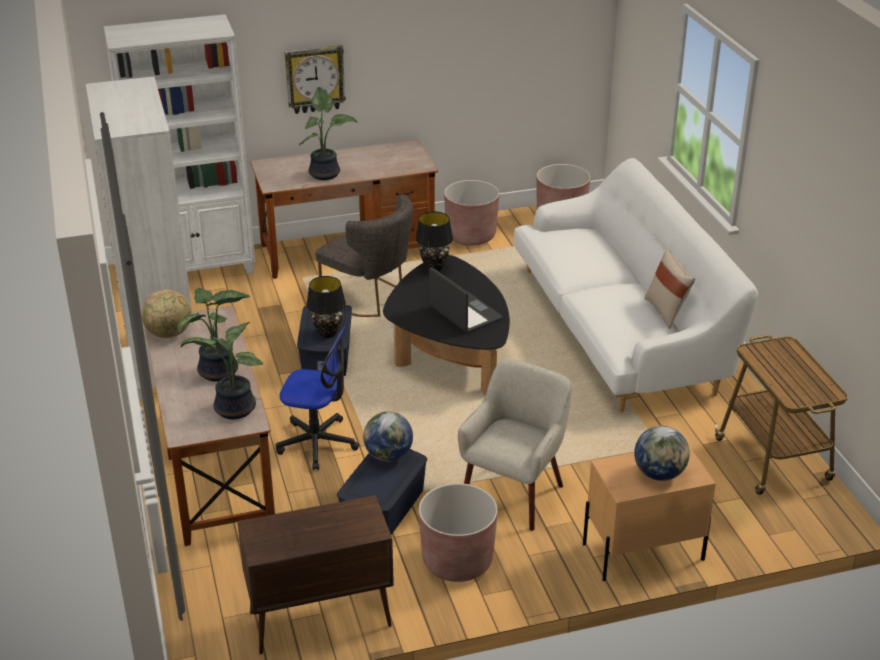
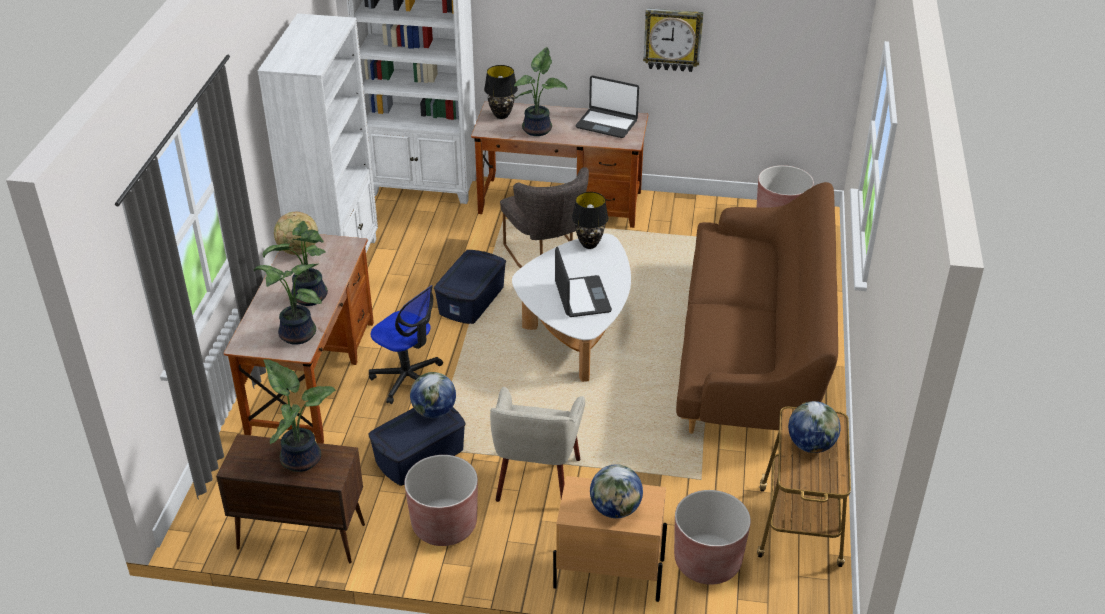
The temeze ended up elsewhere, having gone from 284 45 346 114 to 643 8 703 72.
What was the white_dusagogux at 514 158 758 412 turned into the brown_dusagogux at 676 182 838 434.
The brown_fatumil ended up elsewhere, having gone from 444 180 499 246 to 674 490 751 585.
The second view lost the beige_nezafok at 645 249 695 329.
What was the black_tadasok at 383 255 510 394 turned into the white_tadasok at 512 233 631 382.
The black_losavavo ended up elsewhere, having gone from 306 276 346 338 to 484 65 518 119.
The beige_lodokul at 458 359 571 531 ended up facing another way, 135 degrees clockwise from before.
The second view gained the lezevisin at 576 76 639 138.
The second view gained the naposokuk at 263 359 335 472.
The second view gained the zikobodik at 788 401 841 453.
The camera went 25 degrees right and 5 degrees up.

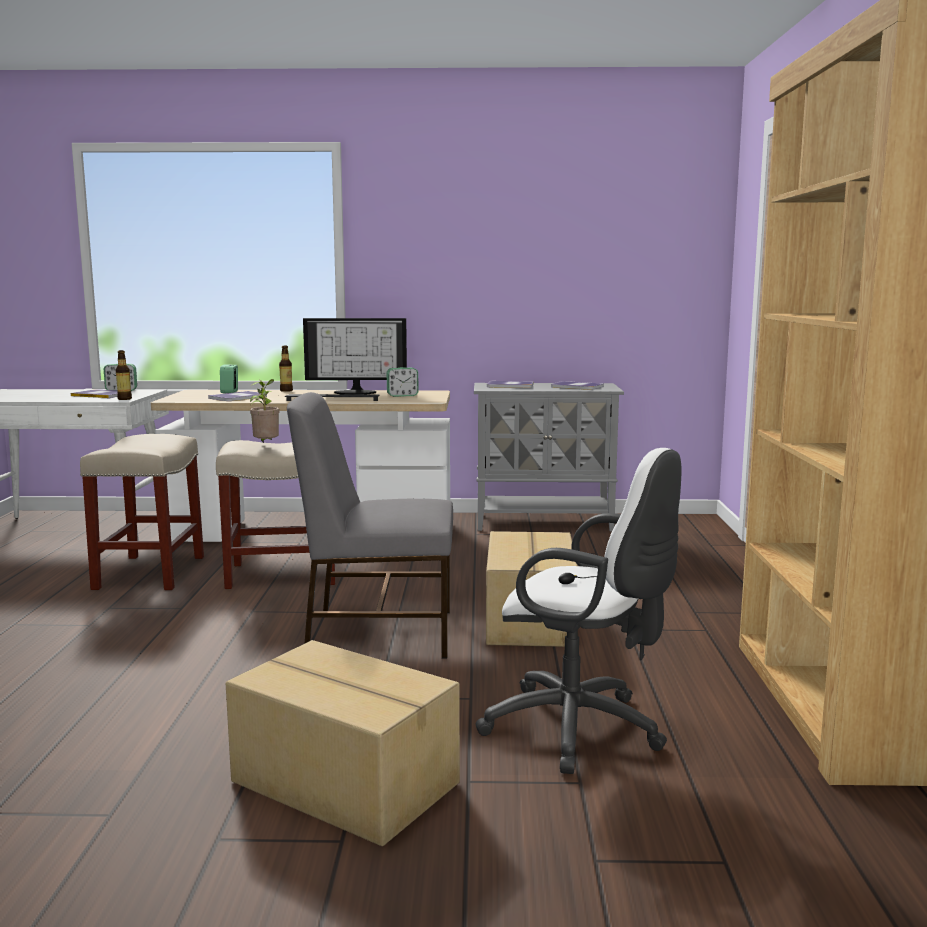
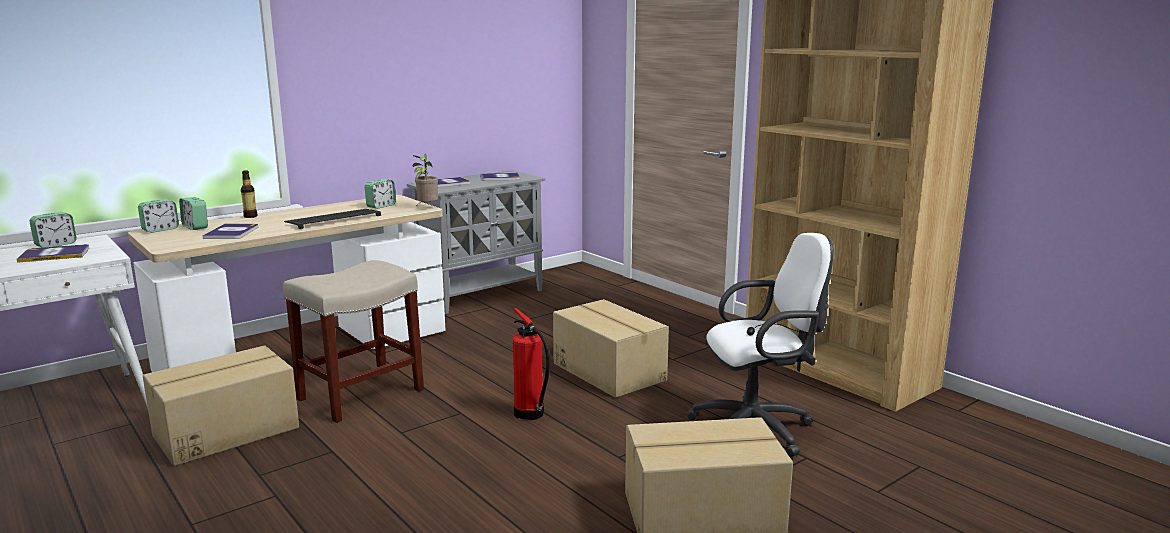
The second view lost the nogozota at 303 318 407 395.
The second view lost the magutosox at 116 350 132 400.
The naposokuk ended up elsewhere, having gone from 249 379 280 443 to 413 154 438 207.
Where the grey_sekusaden stood at 287 392 453 659, the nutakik came to stand at 513 308 550 420.
Where the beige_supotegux stood at 80 434 204 590, the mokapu came to stand at 143 346 299 466.
The second view gained the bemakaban at 138 199 179 233.
The camera went 40 degrees left and 5 degrees up.

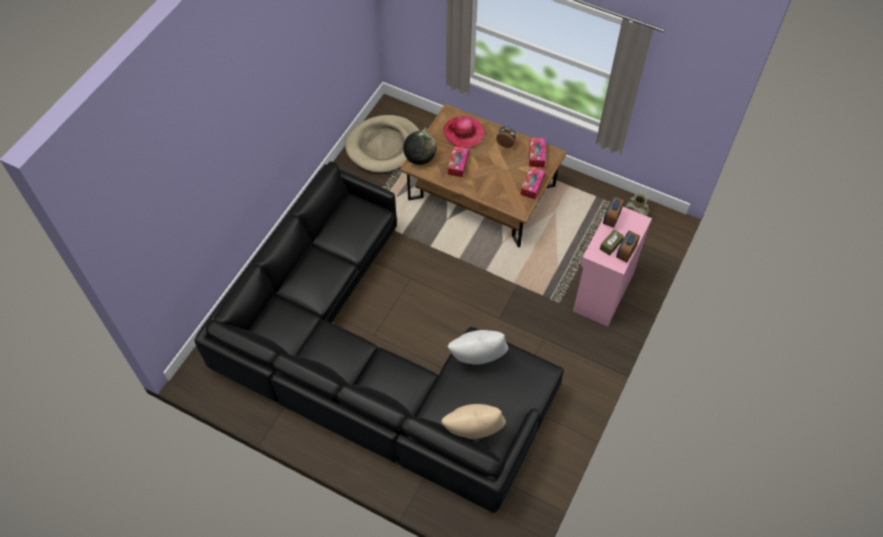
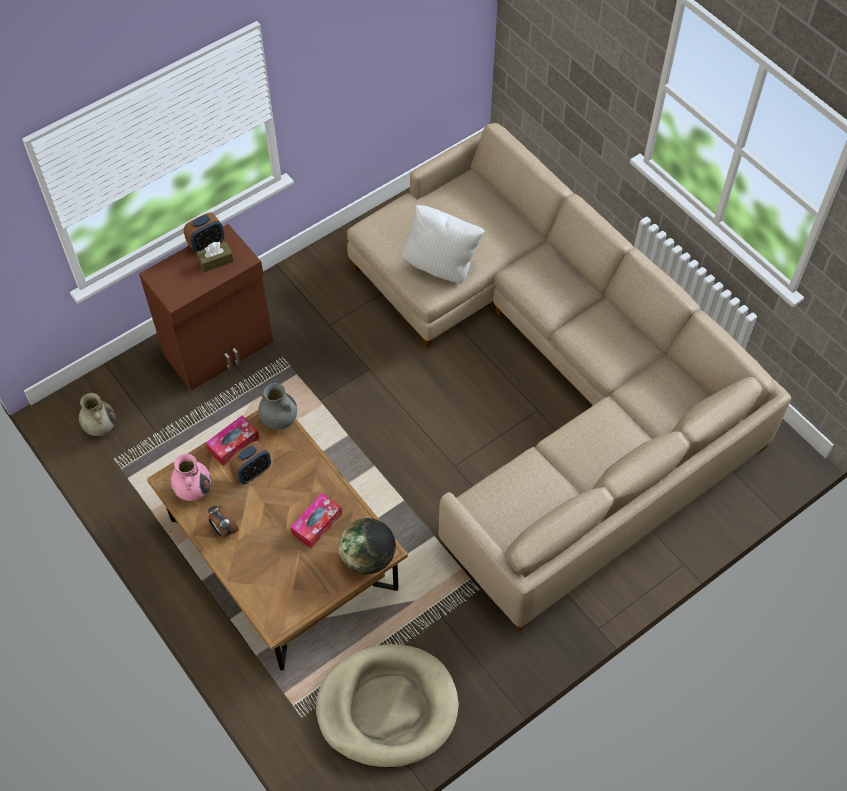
The second view lost the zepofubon at 443 115 484 148.
Where the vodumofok stood at 529 138 545 167, the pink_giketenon came to stand at 171 454 211 501.
What was the black_dusagogux at 194 161 564 514 turned into the beige_dusagogux at 347 123 791 631.
The bemakaban ended up elsewhere, having gone from 603 196 624 228 to 229 441 271 484.
What was the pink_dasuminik at 573 207 652 327 turned into the brown_dasuminik at 139 224 273 391.
The second view lost the beige_nezafok at 441 404 506 439.
The second view gained the grey_giketenon at 258 383 297 430.
The camera went 155 degrees left and 0 degrees up.

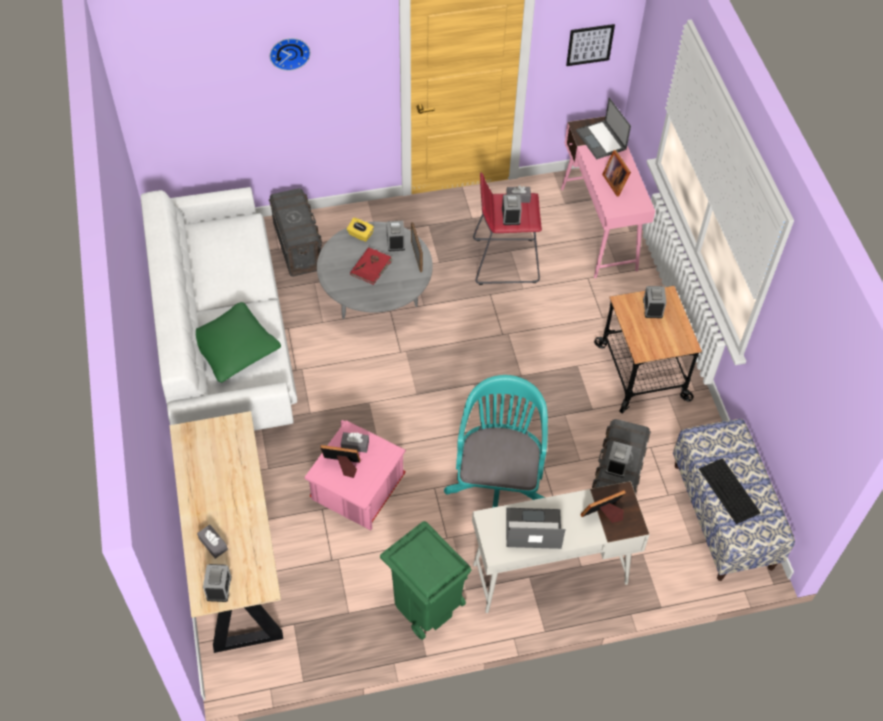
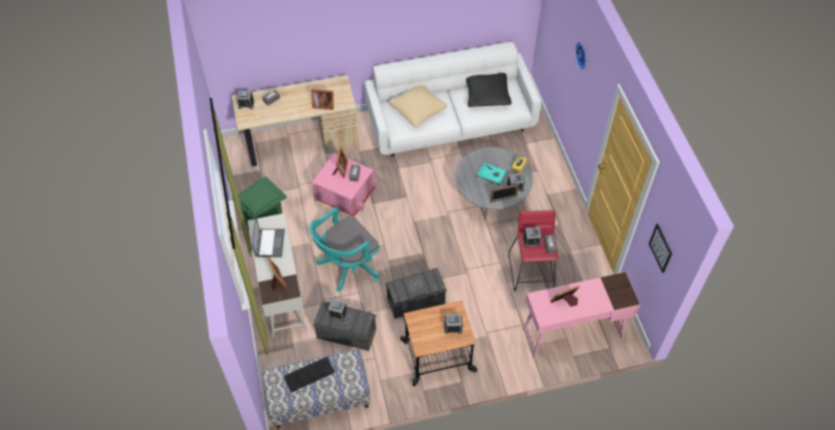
The second view lost the lezevisin at 576 98 631 159.
The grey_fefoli ended up elsewhere, having gone from 269 188 322 277 to 385 268 447 319.
What was the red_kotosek at 350 247 393 285 turned into the turquoise_kotosek at 477 163 506 186.
What was the green_nezafok at 196 302 281 383 turned into the beige_nezafok at 389 85 447 127.
The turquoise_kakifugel at 444 375 548 507 ended up facing another way, 135 degrees clockwise from before.
The second view gained the black_nezafok at 466 73 512 107.
The second view gained the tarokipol at 311 89 334 110.
The camera went 90 degrees right and 0 degrees up.

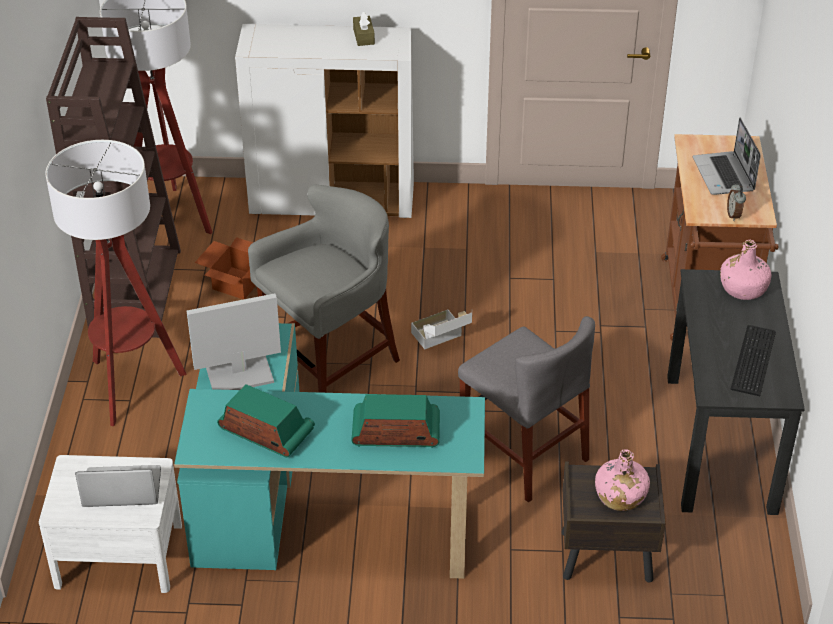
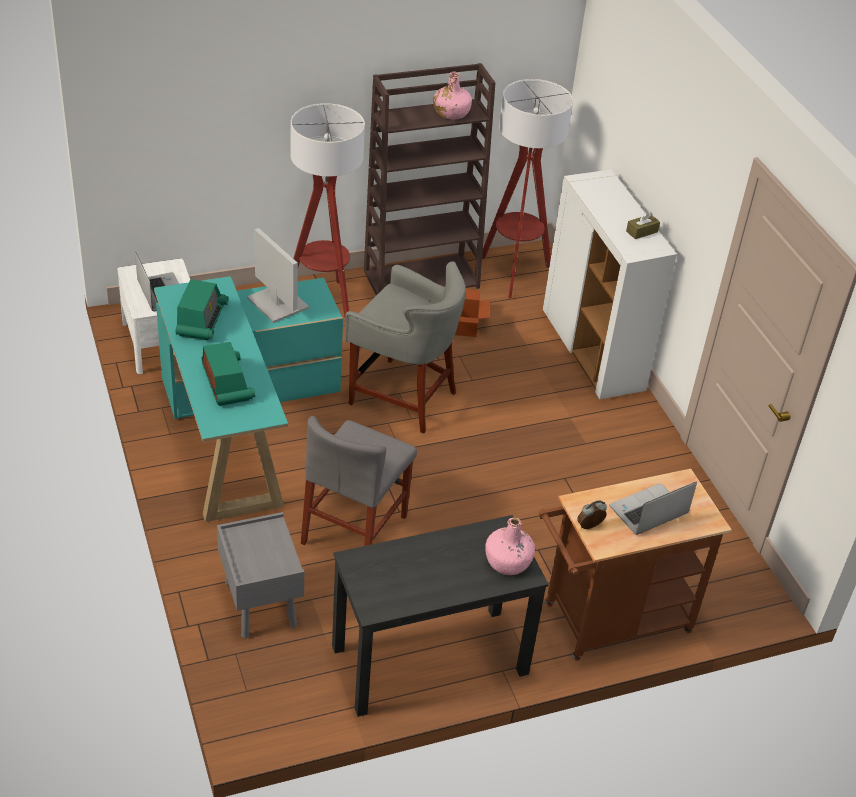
The second view lost the mokapu at 411 309 472 349.
The second view lost the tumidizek at 731 325 776 396.
The pink_magutosox ended up elsewhere, having gone from 595 449 650 511 to 433 72 472 120.
What was the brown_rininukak at 562 462 665 583 turned into the grey_rininukak at 217 512 304 639.
The camera went 65 degrees right and 0 degrees up.

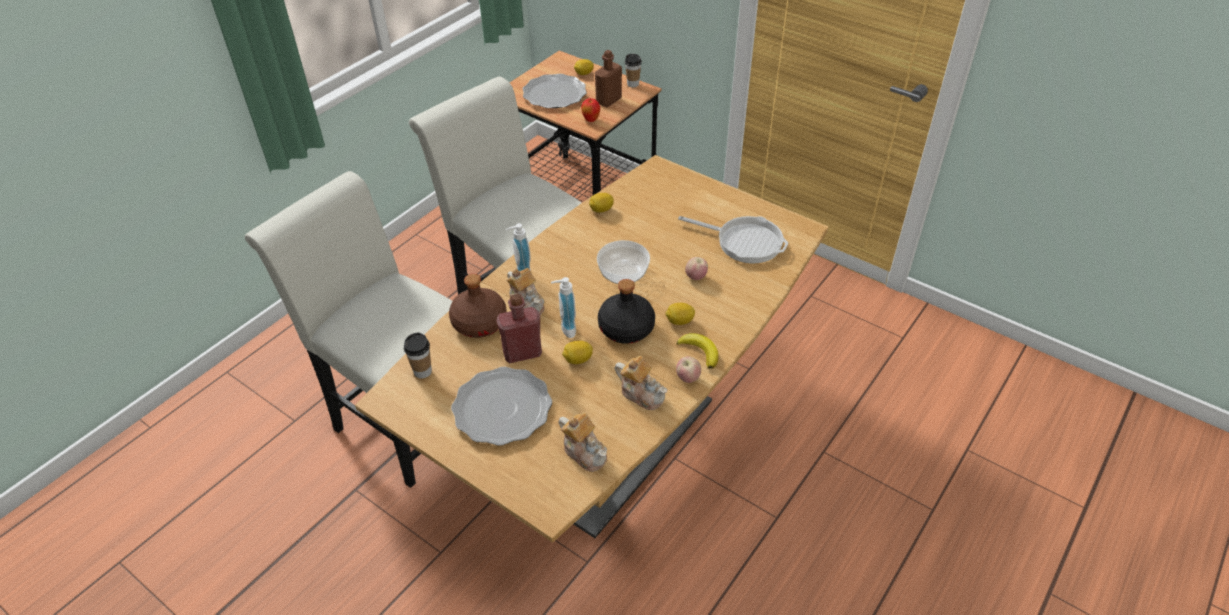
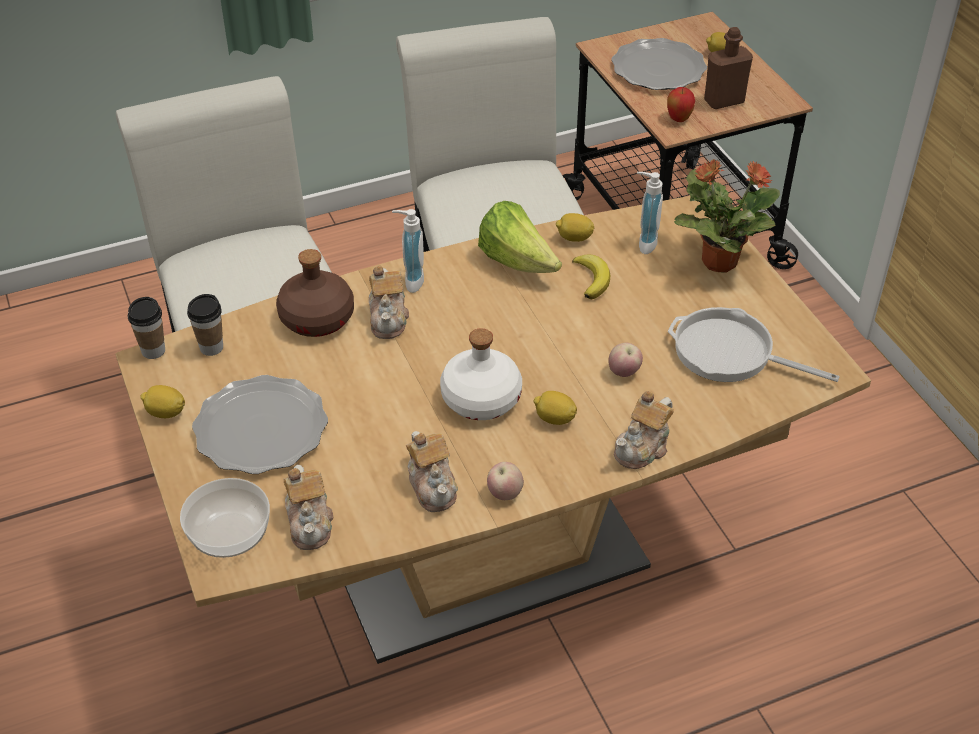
The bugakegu ended up elsewhere, having gone from 625 54 642 87 to 128 297 165 359.
The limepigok at 678 216 788 264 ended up facing another way, 150 degrees clockwise from before.
The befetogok ended up elsewhere, having gone from 597 240 650 284 to 180 478 270 558.
The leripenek ended up elsewhere, having gone from 551 277 576 338 to 637 172 663 254.
What was the black_magutosox at 598 279 655 344 turned into the white_magutosox at 440 329 522 420.
The second view lost the red_magutosox at 496 294 542 363.
The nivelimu ended up elsewhere, having gone from 677 333 718 369 to 572 254 610 299.
The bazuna ended up elsewhere, having gone from 562 341 593 364 to 140 385 185 418.
The second view gained the naposokuk at 674 159 780 273.
The second view gained the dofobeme at 478 201 562 273.
The second view gained the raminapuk at 614 391 674 469.
The camera went 30 degrees right and 0 degrees up.

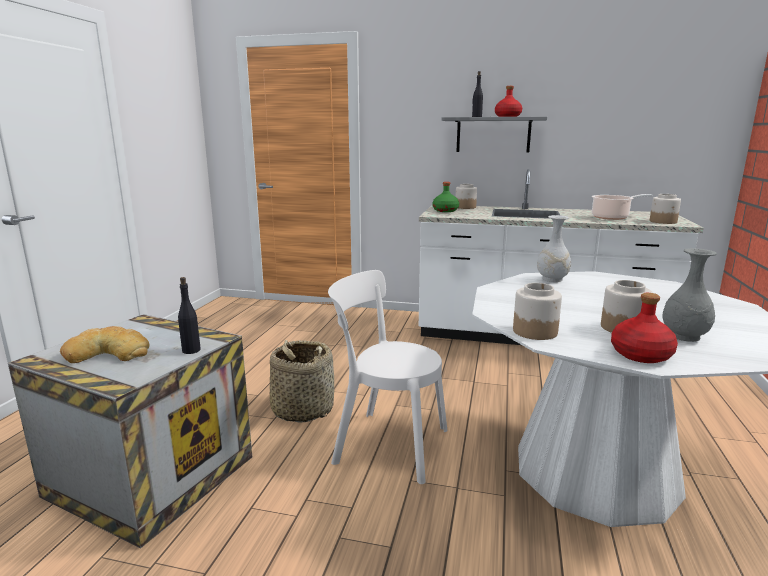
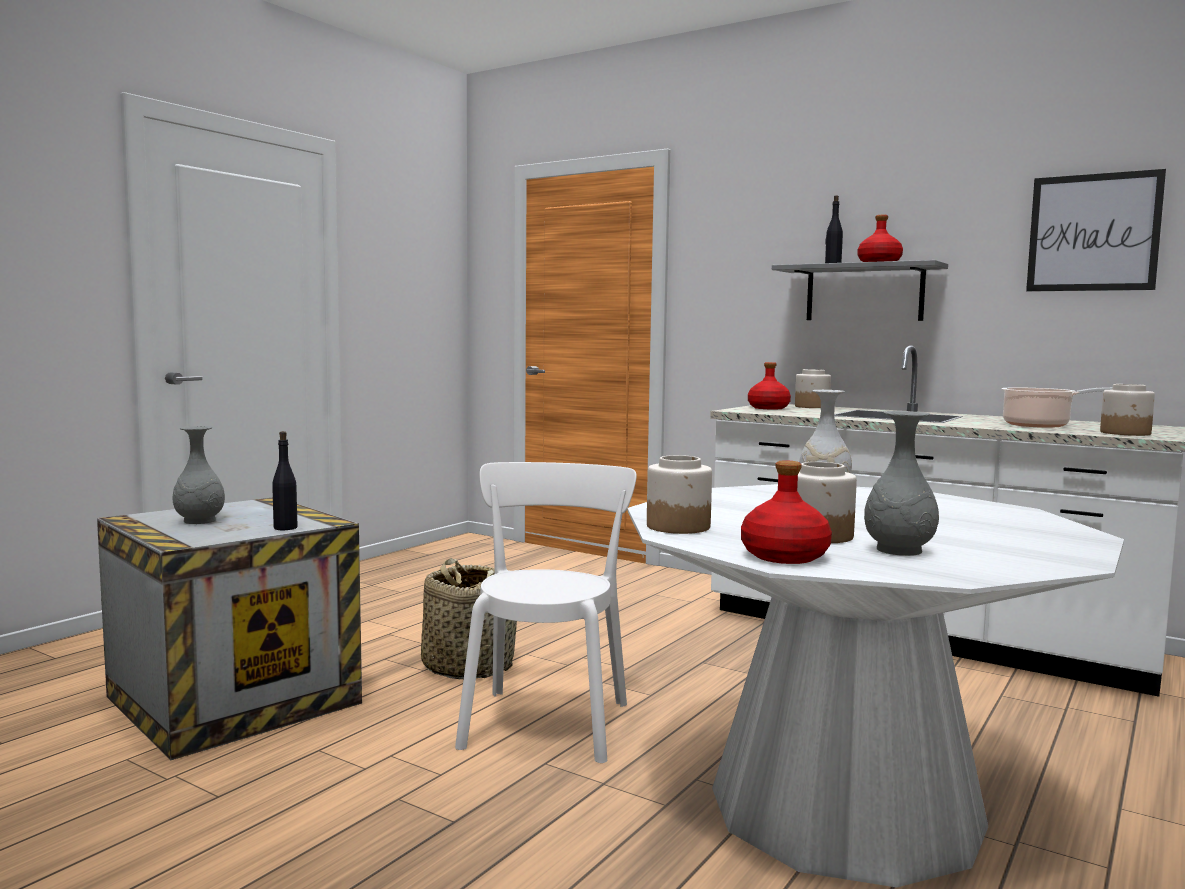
What was the green_magutosox at 433 182 459 212 turned into the red_magutosox at 748 362 791 409.
The white_sekusaden at 328 270 447 484 ended up facing another way, 60 degrees clockwise from before.
Where the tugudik stood at 60 326 149 363, the grey_giketenon came to stand at 173 426 225 524.
The second view gained the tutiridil at 1026 169 1166 291.
The camera went 20 degrees right and 10 degrees down.

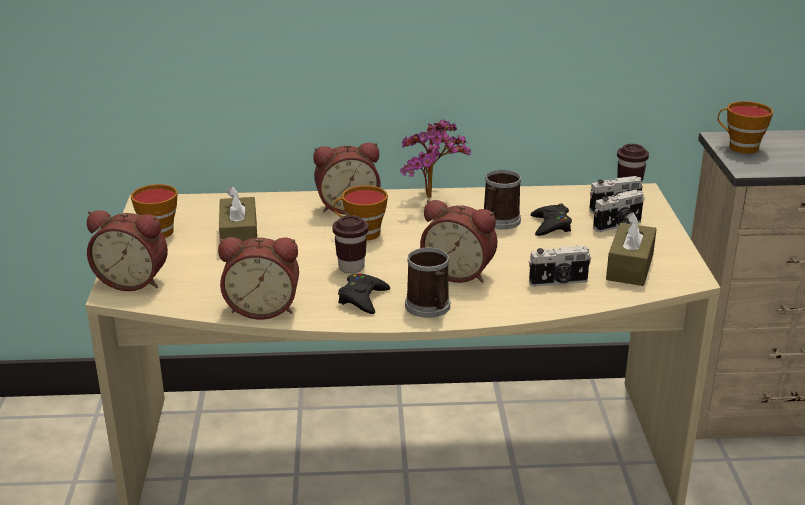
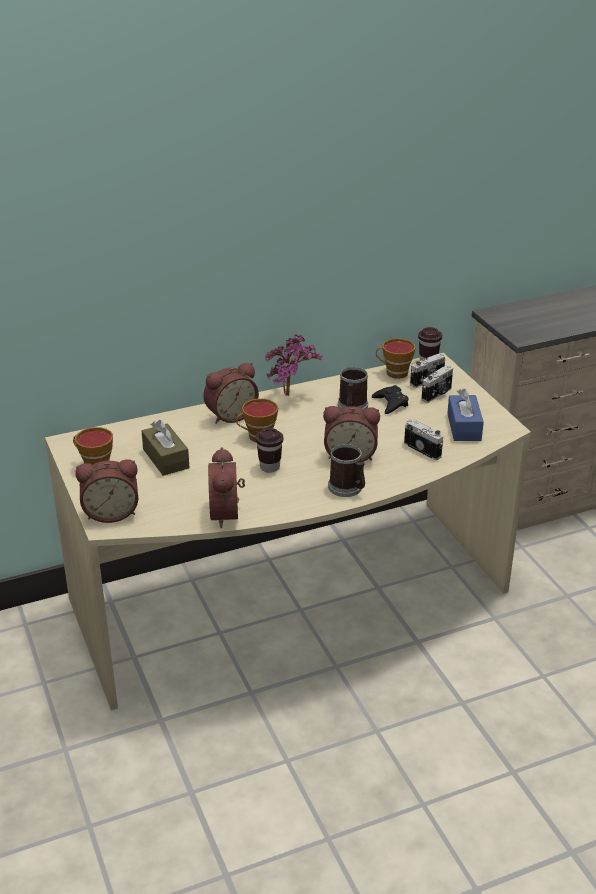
The bugakegu ended up elsewhere, having gone from 717 101 773 154 to 376 338 416 379.
What was the brown_vodumofok at 606 212 657 286 turned into the blue_vodumofok at 447 389 484 441.
The bemakaban at 218 237 299 319 ended up facing another way, 105 degrees clockwise from before.
The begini at 529 245 591 287 ended up facing another way, 105 degrees counterclockwise from before.
The second view lost the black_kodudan at 338 273 390 314.
The camera went 20 degrees left and 5 degrees up.

